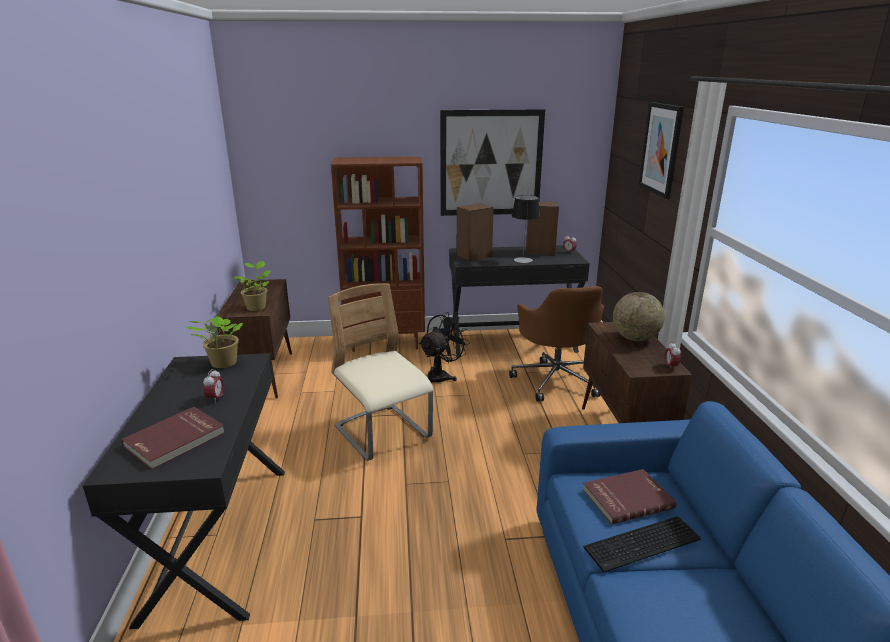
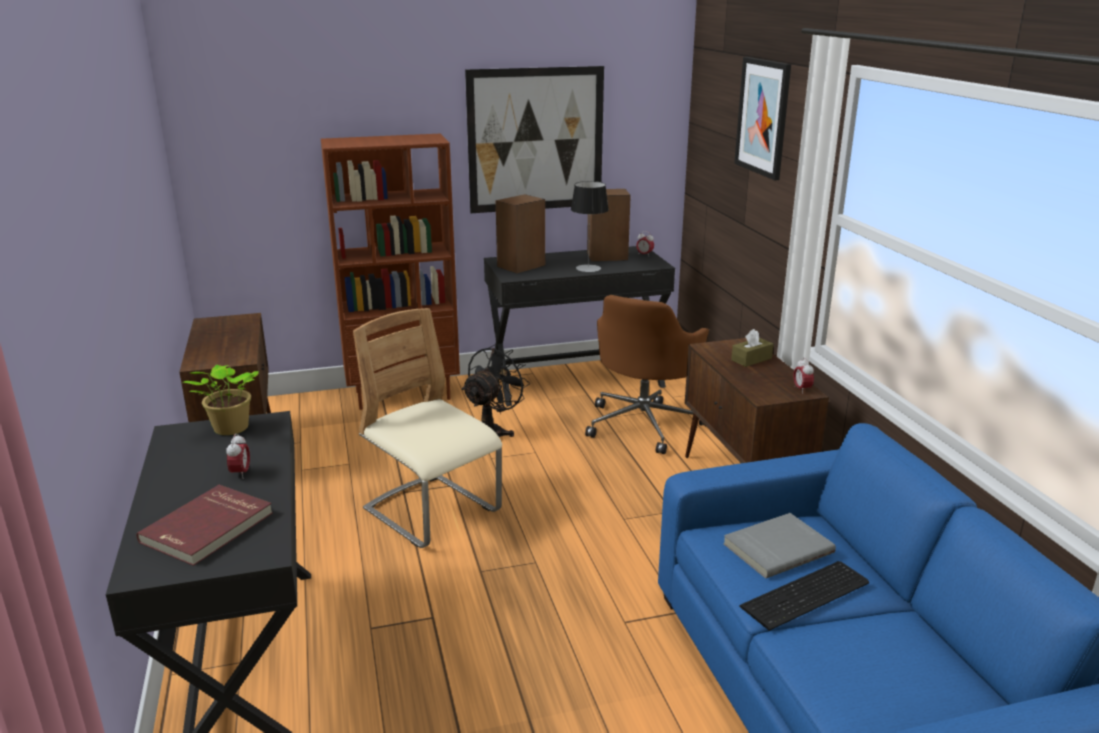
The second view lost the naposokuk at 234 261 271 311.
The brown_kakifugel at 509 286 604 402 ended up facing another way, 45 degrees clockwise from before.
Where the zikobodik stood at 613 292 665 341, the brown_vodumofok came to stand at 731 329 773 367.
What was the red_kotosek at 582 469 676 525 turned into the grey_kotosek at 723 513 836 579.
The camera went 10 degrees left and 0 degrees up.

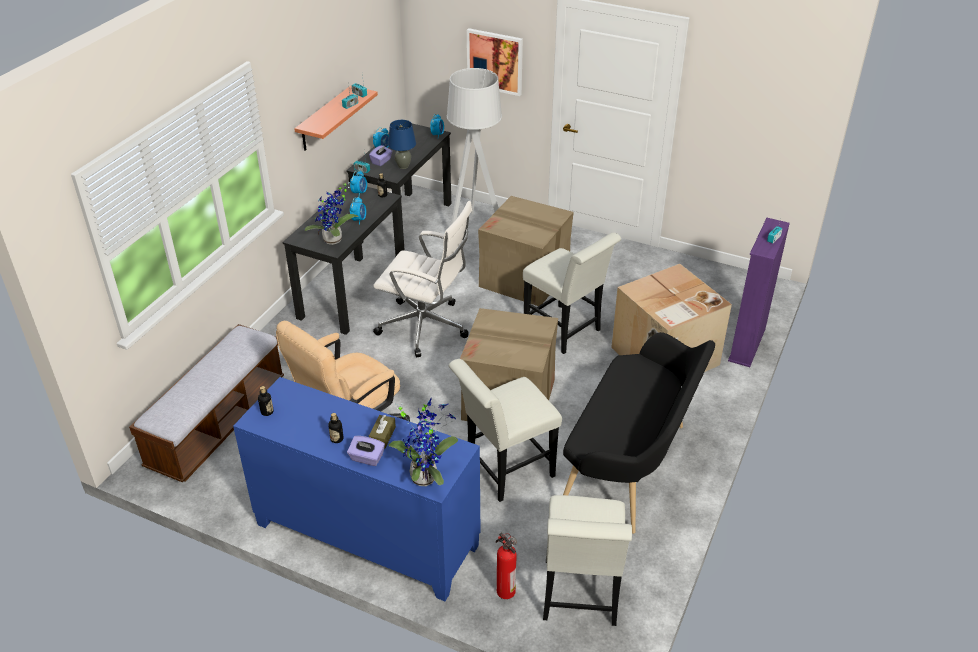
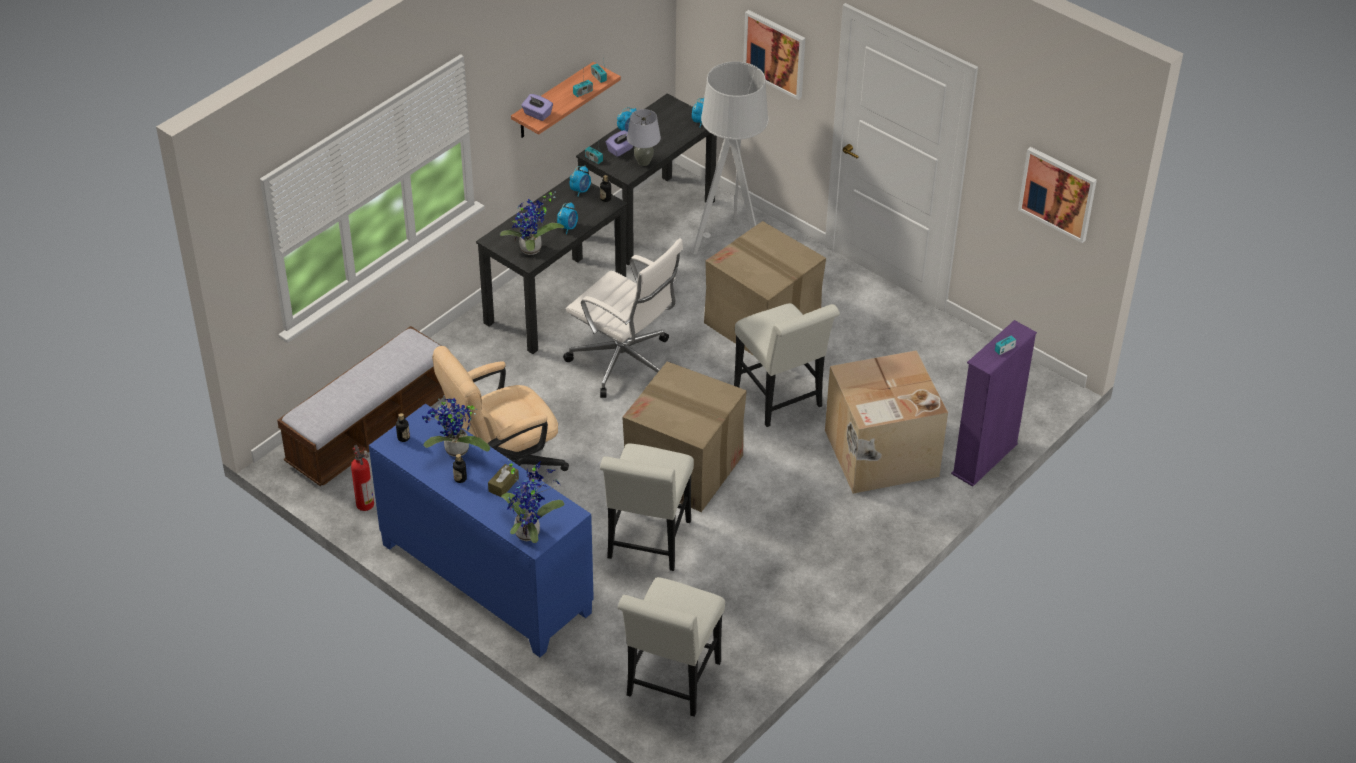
What was the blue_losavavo at 388 120 416 169 turned into the grey_losavavo at 627 109 661 166.
The second view lost the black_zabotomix at 563 332 715 534.
The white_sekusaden at 449 359 562 502 ended up facing another way, 60 degrees counterclockwise from before.
The purple_vodumofok ended up elsewhere, having gone from 347 436 385 466 to 521 94 553 121.
The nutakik ended up elsewhere, having gone from 496 532 517 599 to 351 445 374 511.
The second view gained the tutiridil at 1018 147 1097 243.
The second view gained the naposokuk at 422 398 490 457.
The camera went 15 degrees right and 5 degrees up.

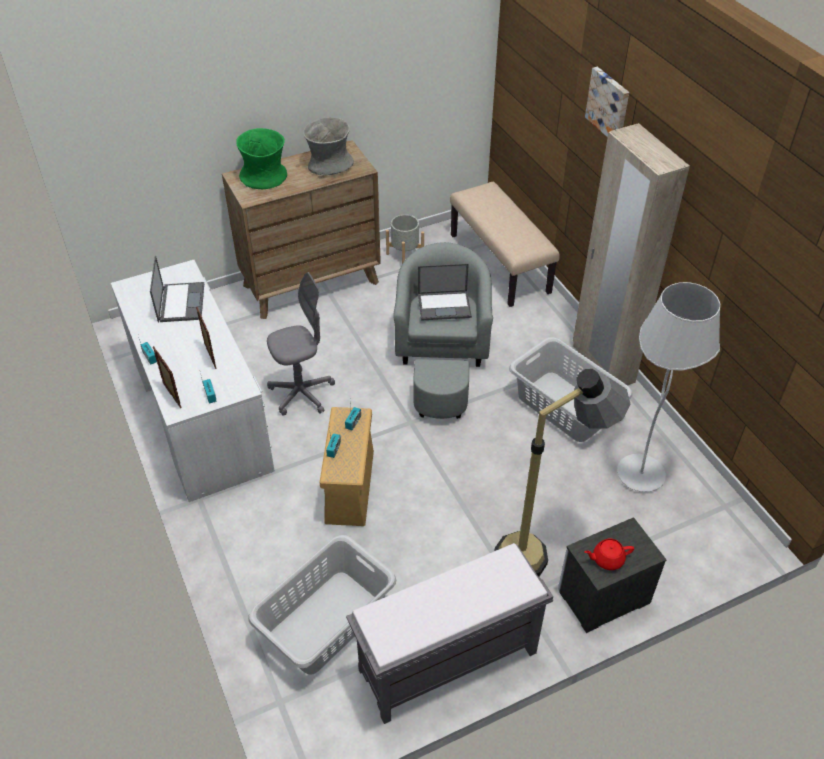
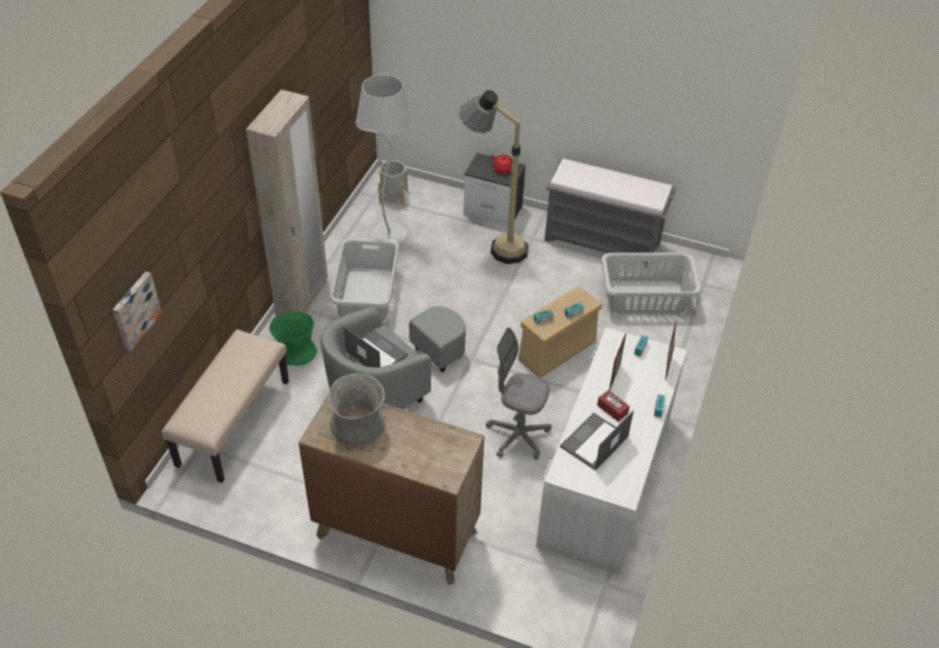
The tutiridil ended up elsewhere, having gone from 585 67 629 137 to 113 271 162 351.
The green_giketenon ended up elsewhere, having gone from 236 128 287 189 to 269 311 317 366.
The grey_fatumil ended up elsewhere, having gone from 386 214 424 264 to 378 160 408 206.
The second view gained the red_vodumofok at 597 390 630 422.
The camera went 135 degrees left and 0 degrees up.

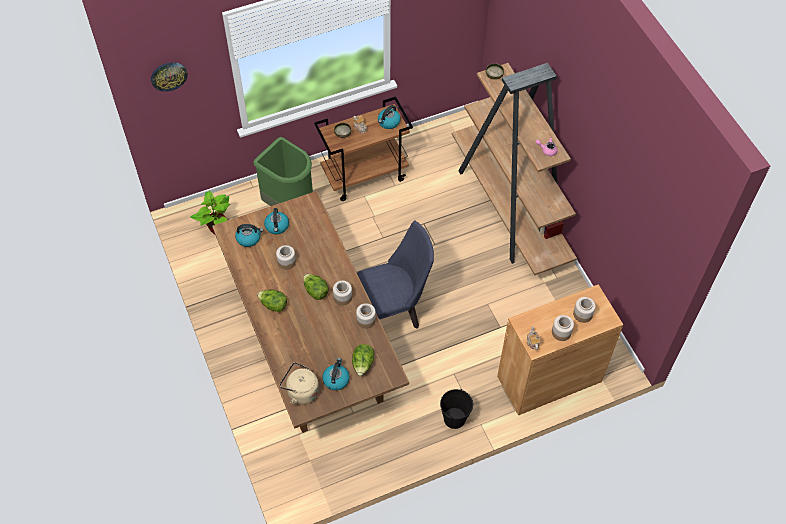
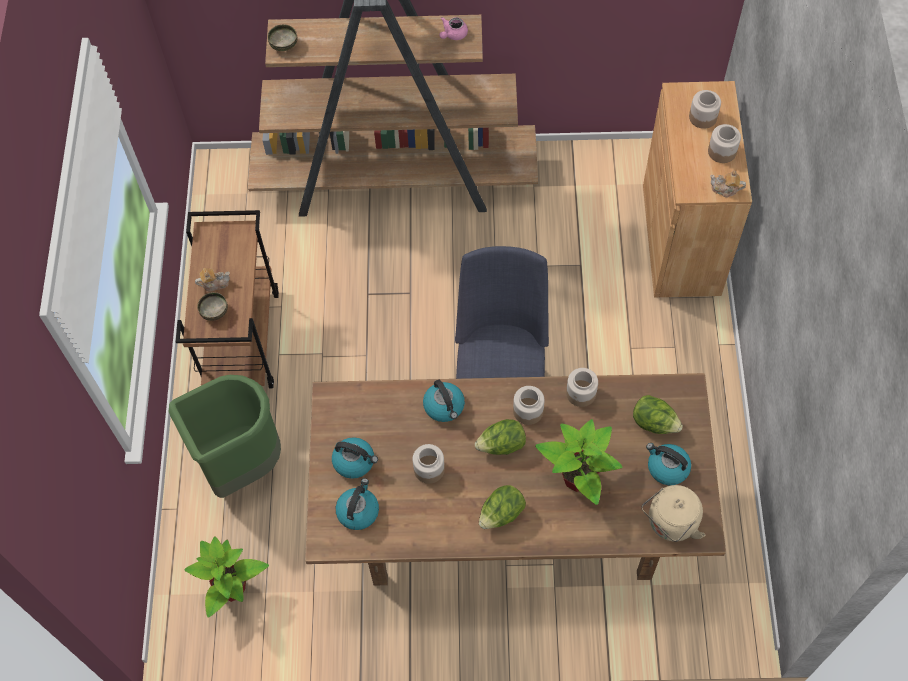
The second view lost the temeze at 151 62 188 92.
The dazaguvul ended up elsewhere, having gone from 378 105 401 129 to 423 380 465 422.
The second view lost the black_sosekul at 440 389 473 429.
The second view gained the naposokuk at 535 419 622 505.
The camera went 65 degrees left and 5 degrees up.

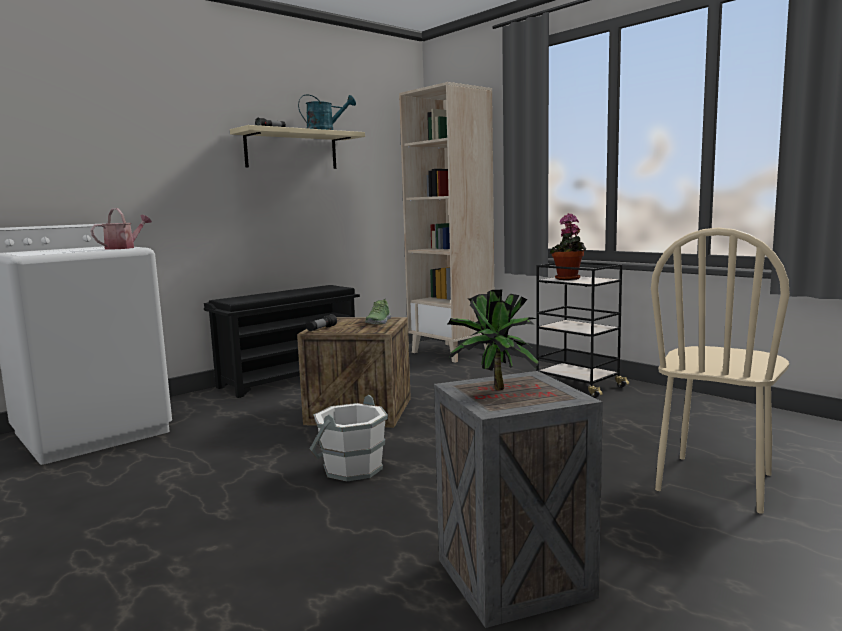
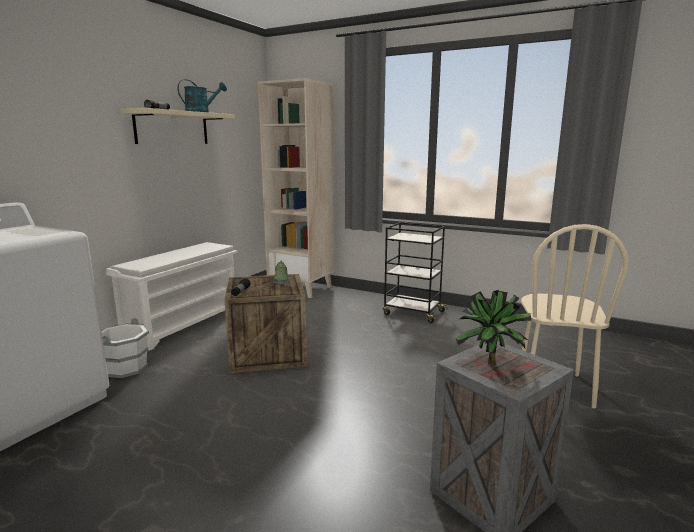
The second view lost the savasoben at 91 208 152 250.
The second view lost the naposokuk at 550 213 587 280.
What was the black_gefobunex at 204 285 360 398 turned into the white_gefobunex at 106 242 238 351.
The white_sosekul ended up elsewhere, having gone from 310 395 388 482 to 101 317 149 378.
The camera went 20 degrees left and 5 degrees up.

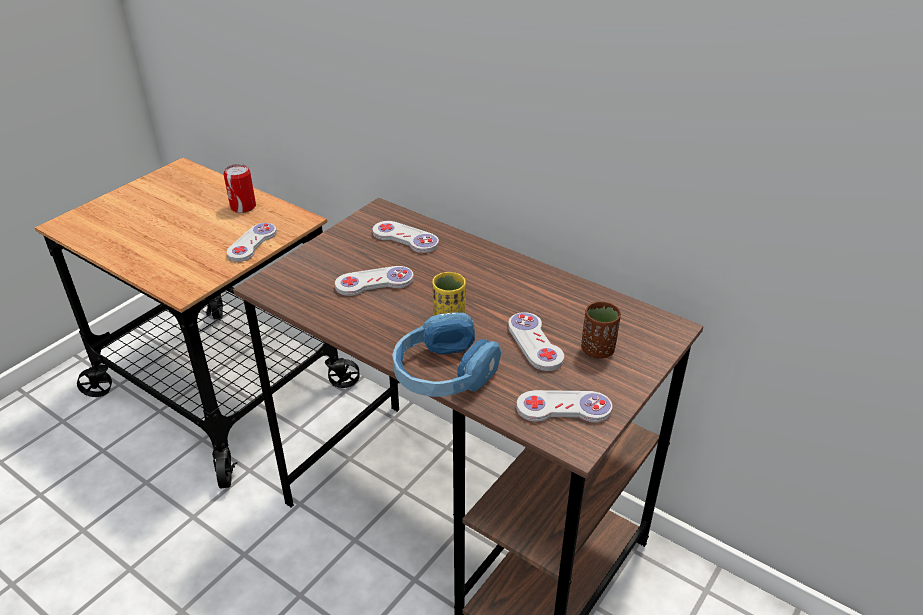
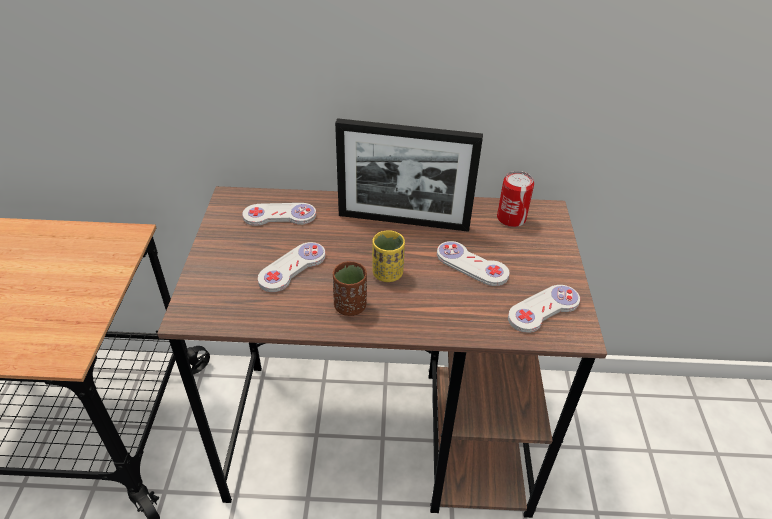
The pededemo ended up elsewhere, having gone from 223 164 256 213 to 497 171 534 227.
The second view lost the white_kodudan at 227 223 277 262.
The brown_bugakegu ended up elsewhere, having gone from 581 301 621 359 to 332 261 367 316.
The second view lost the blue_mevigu at 392 312 501 397.
The second view gained the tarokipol at 335 118 483 232.
The camera went 35 degrees left and 5 degrees up.

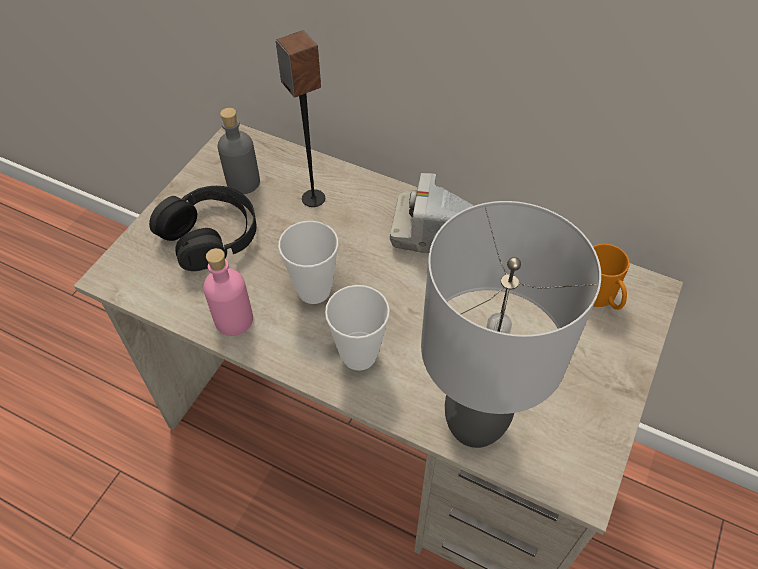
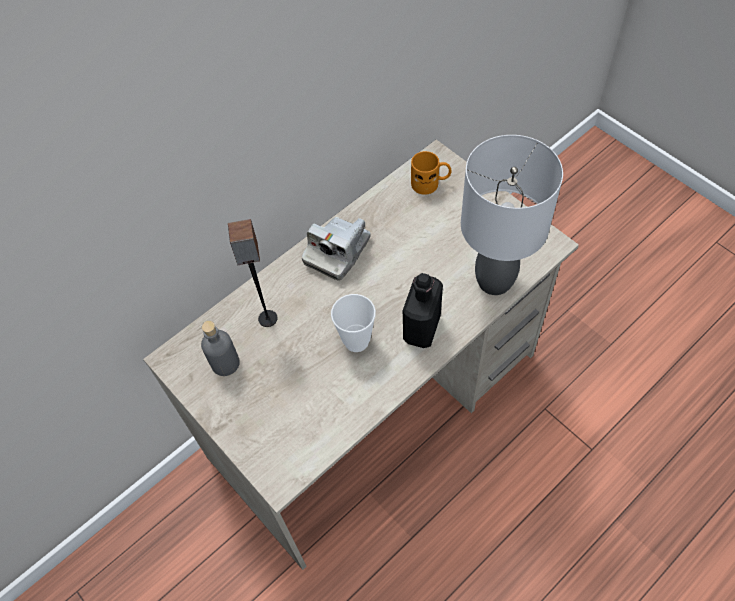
The second view lost the black_mevigu at 149 186 256 271.
The second view lost the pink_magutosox at 203 248 253 336.
Where the bugakegu stood at 325 285 390 371, the black_magutosox came to stand at 403 273 443 348.
The camera went 65 degrees left and 5 degrees up.

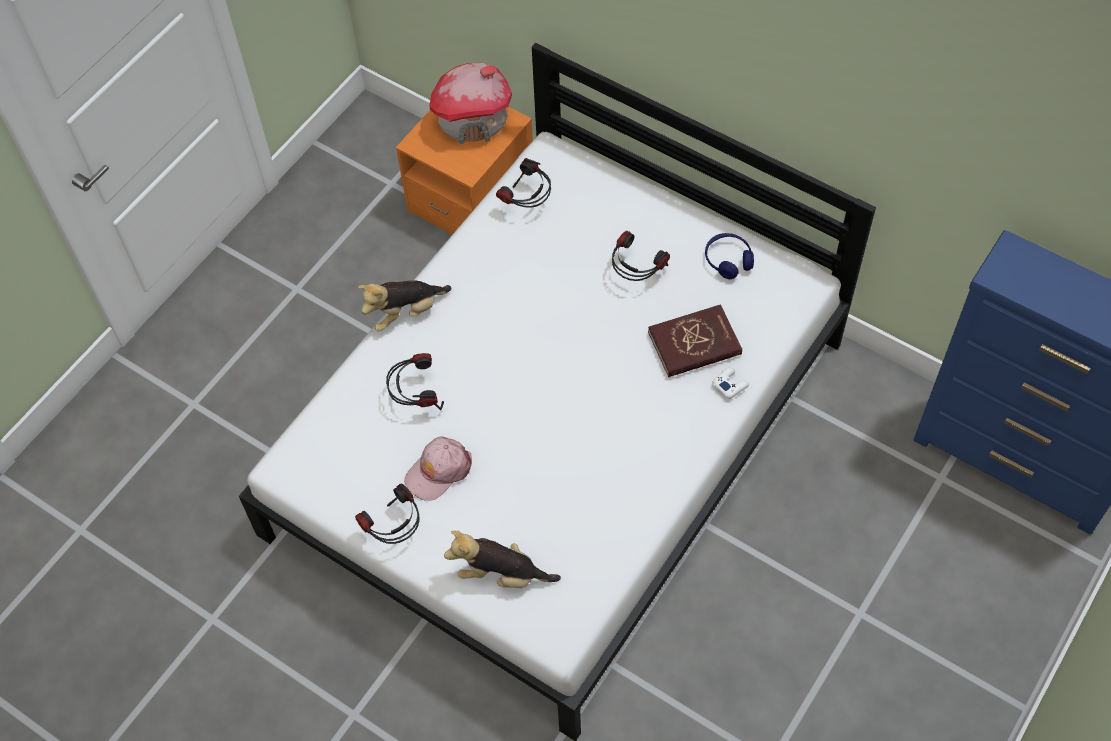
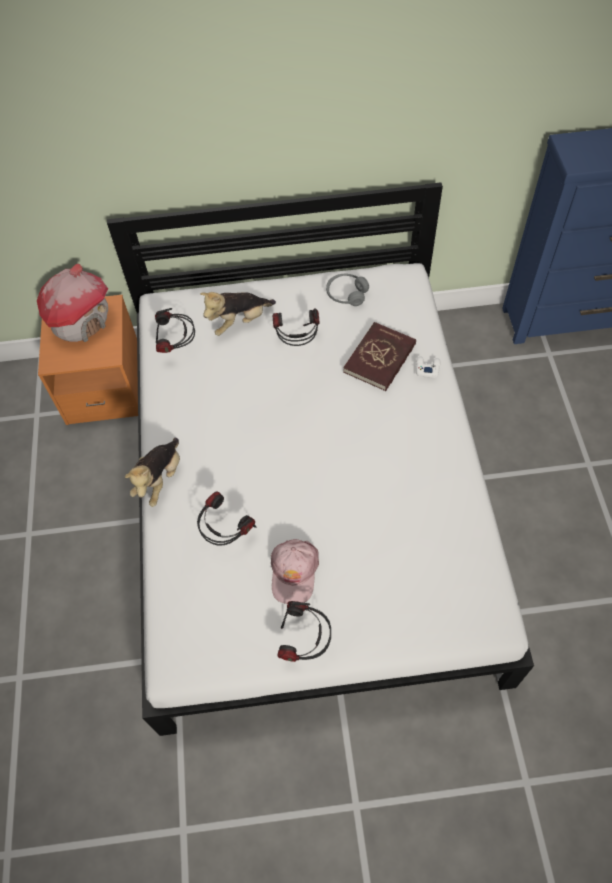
What was the blue_mevigu at 705 233 754 279 turned into the grey_mevigu at 326 274 369 306.
The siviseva ended up elsewhere, having gone from 444 530 561 588 to 200 292 276 336.
The camera went 40 degrees left and 0 degrees up.

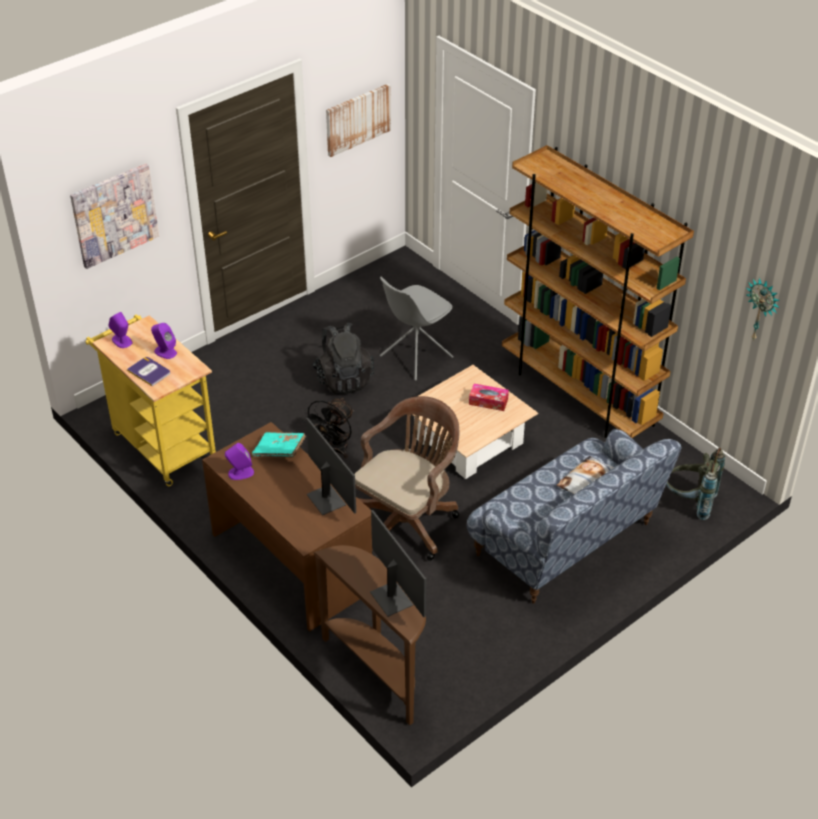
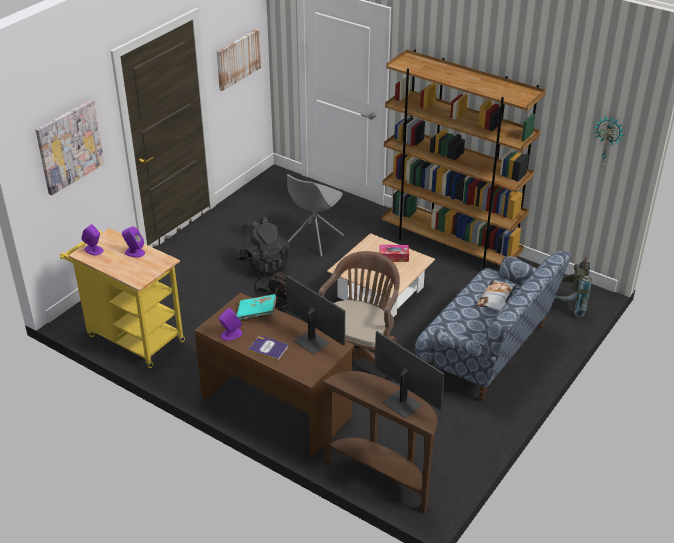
The kotosek ended up elsewhere, having gone from 127 357 170 386 to 248 336 288 361.
The camera went 15 degrees left and 5 degrees down.

